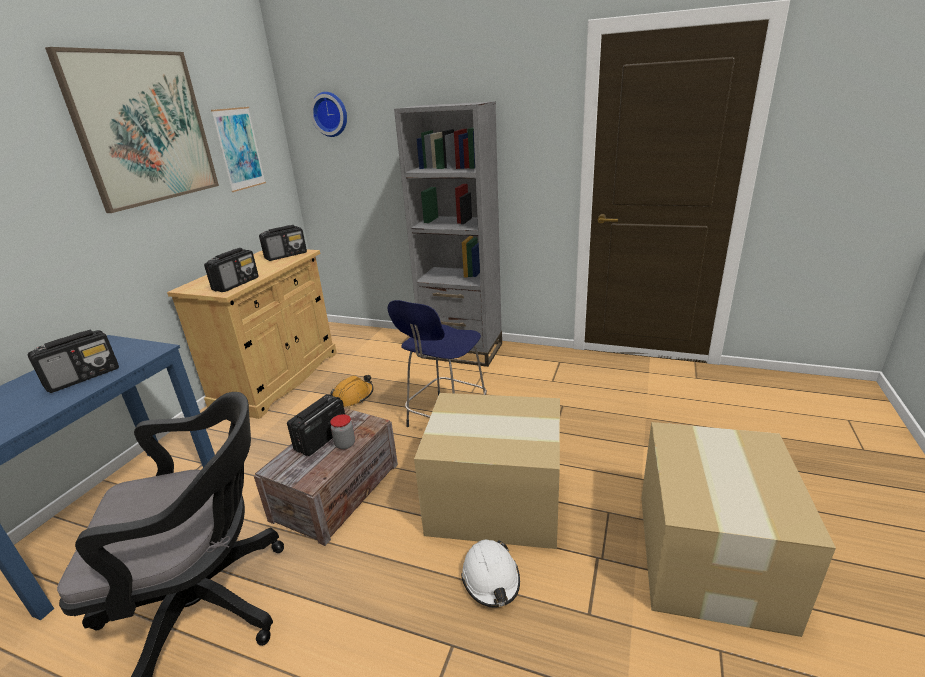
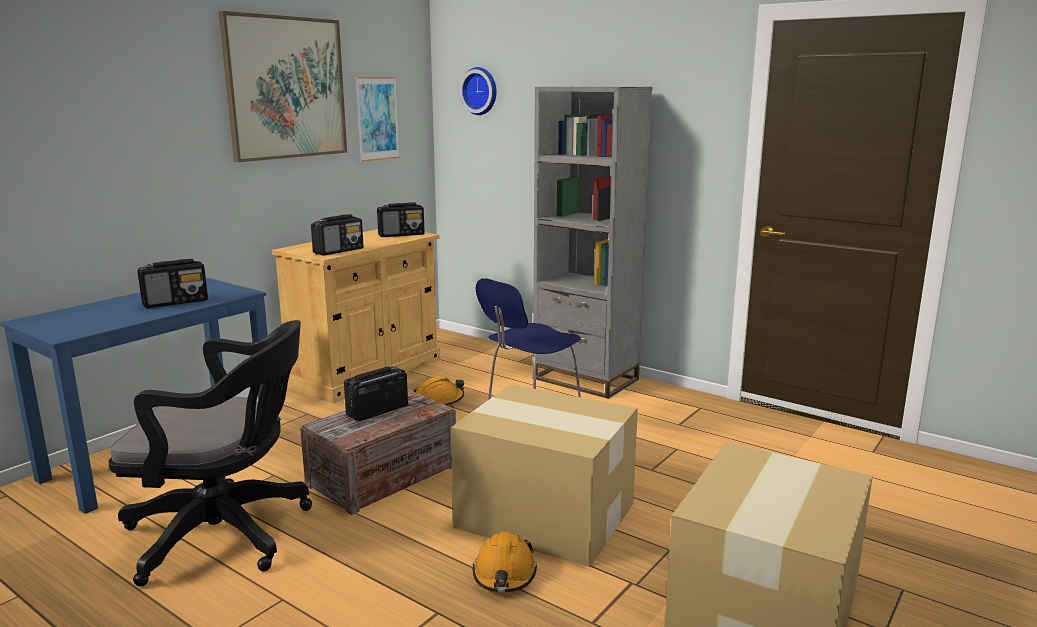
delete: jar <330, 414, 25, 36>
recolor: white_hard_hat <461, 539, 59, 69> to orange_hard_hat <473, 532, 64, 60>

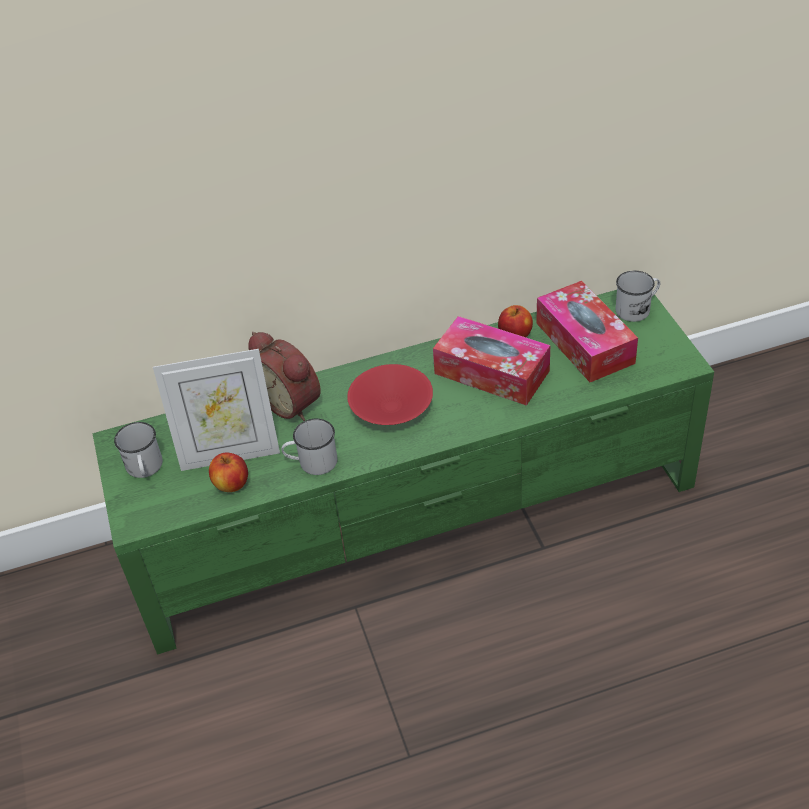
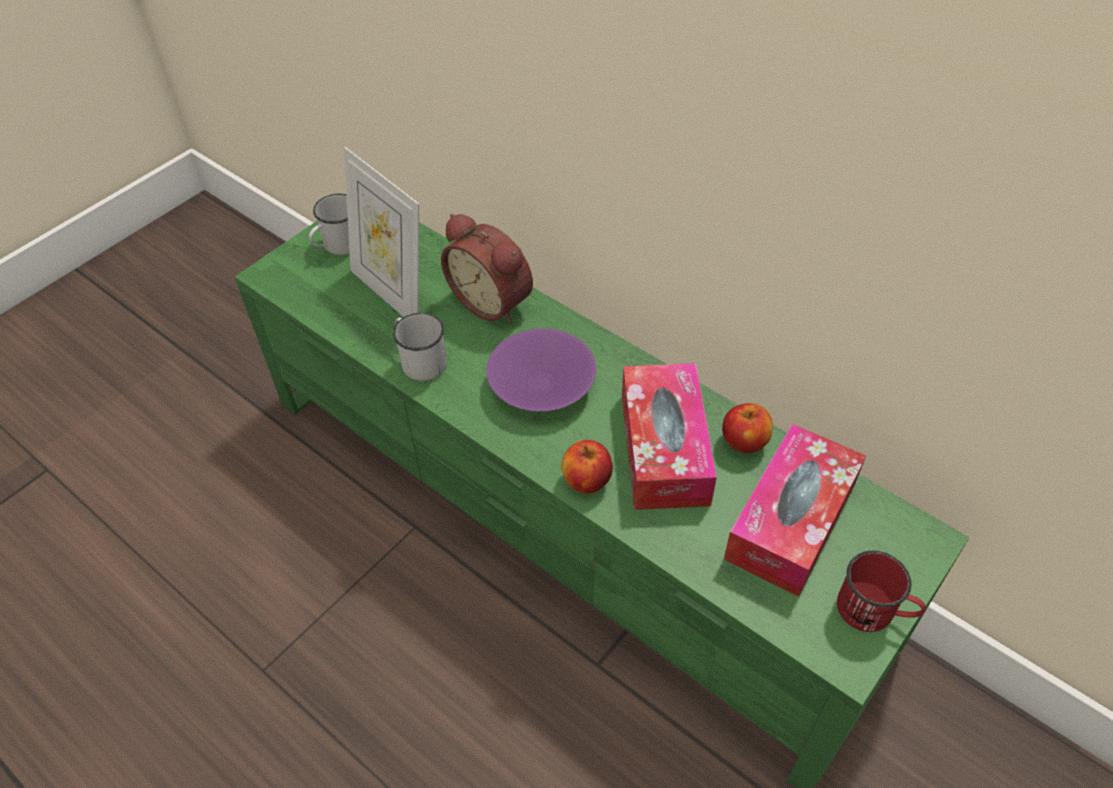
delete: white_mug <615, 271, 45, 51>
insert: red_mug <837, 551, 89, 81>
move: apple <209, 453, 39, 39> to <561, 440, 52, 54>
recolor: red_bowl <347, 364, 86, 61> to purple_bowl <486, 329, 110, 82>
rotate: alarm_clock <248, 332, 73, 89> = <441, 213, 92, 111> 60 degrees counterclockwise

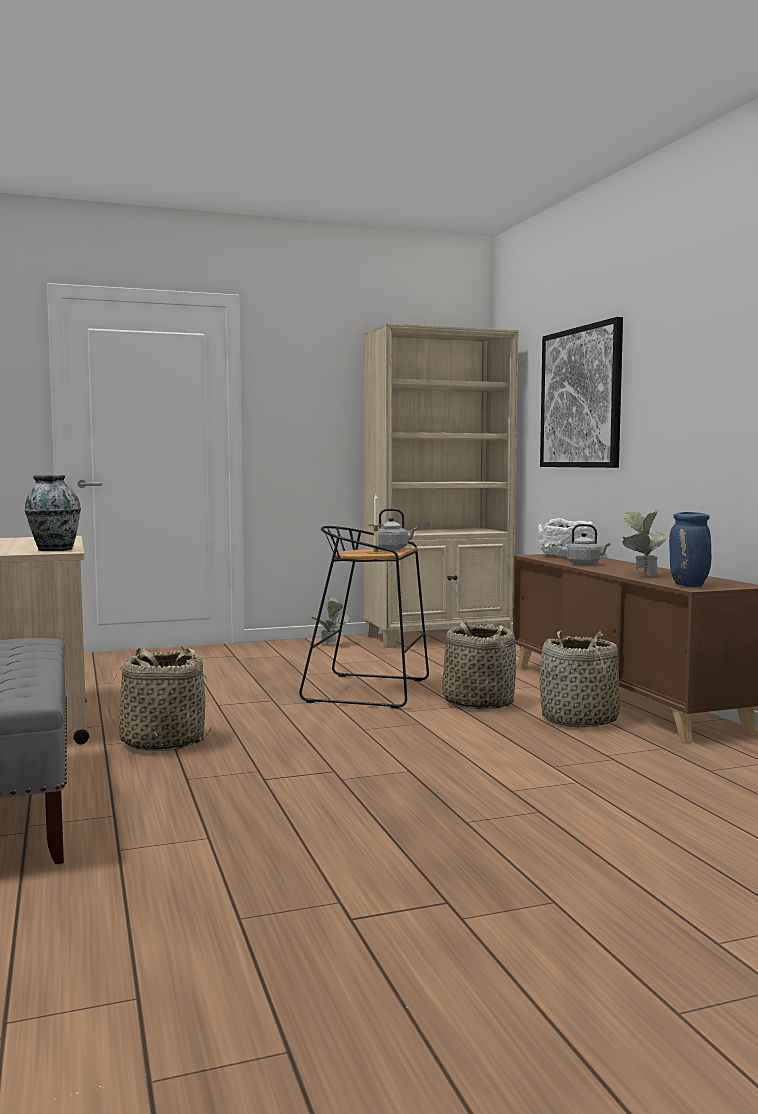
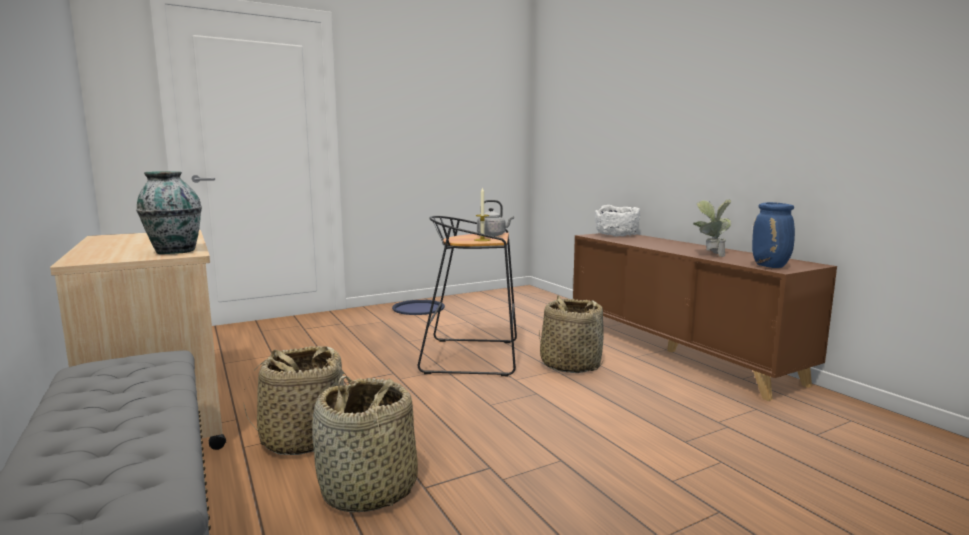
delete: beige_bookcase <363, 323, 156, 325>; picture <540, 317, 83, 151>; grey_kettle <567, 524, 43, 41>
move: basket <540, 631, 80, 96> to <312, 376, 106, 137>
replace: potted_plant <310, 596, 39, 49> to blue_tray <392, 300, 53, 15>

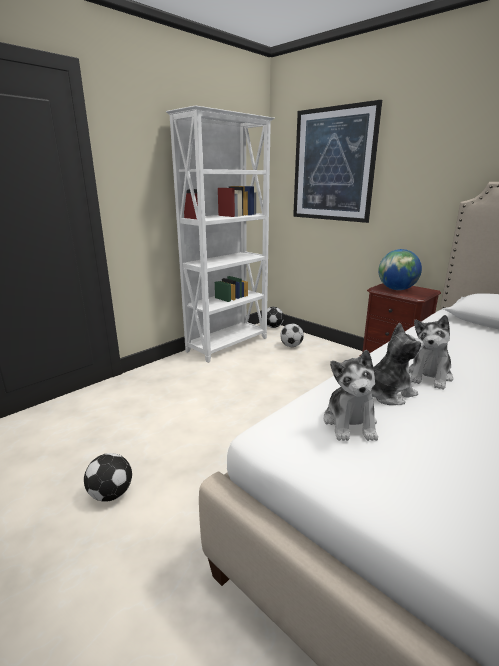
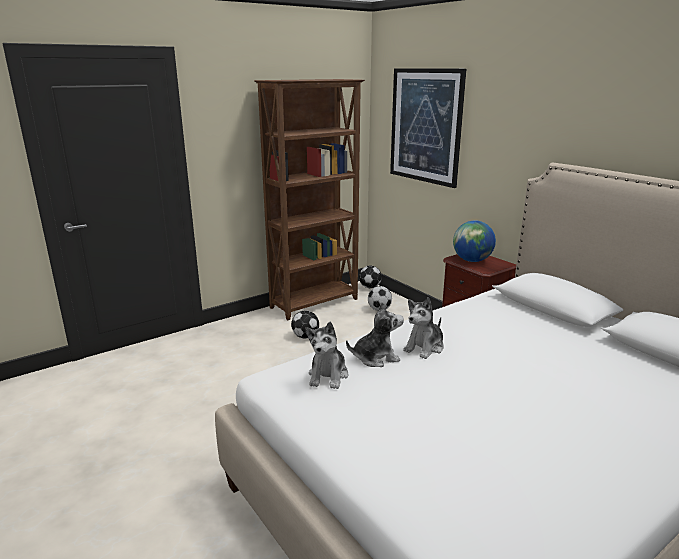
move: football <84, 453, 48, 49> to <291, 310, 28, 29>
recolor: white_bookcase <166, 105, 109, 258> to brown_bookcase <254, 79, 111, 241>

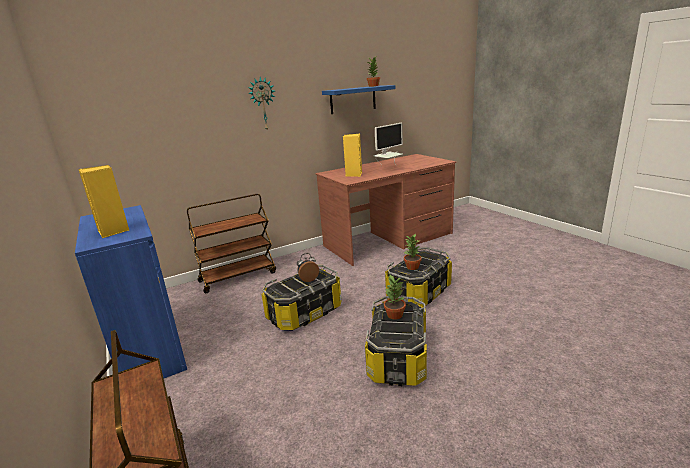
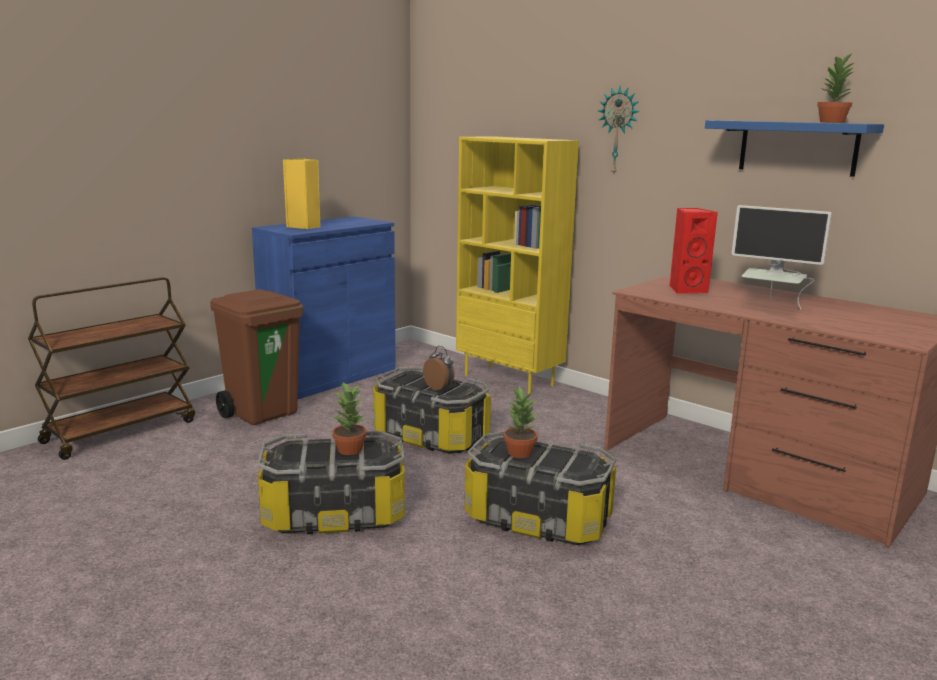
insert: brown_trash_can <210, 289, 93, 136>
replace: brown_cart <187, 194, 89, 99> to yellow_bookcase <456, 136, 123, 260>
recolor: yellow_speaker <343, 134, 19, 43> to red_speaker <669, 208, 49, 86>

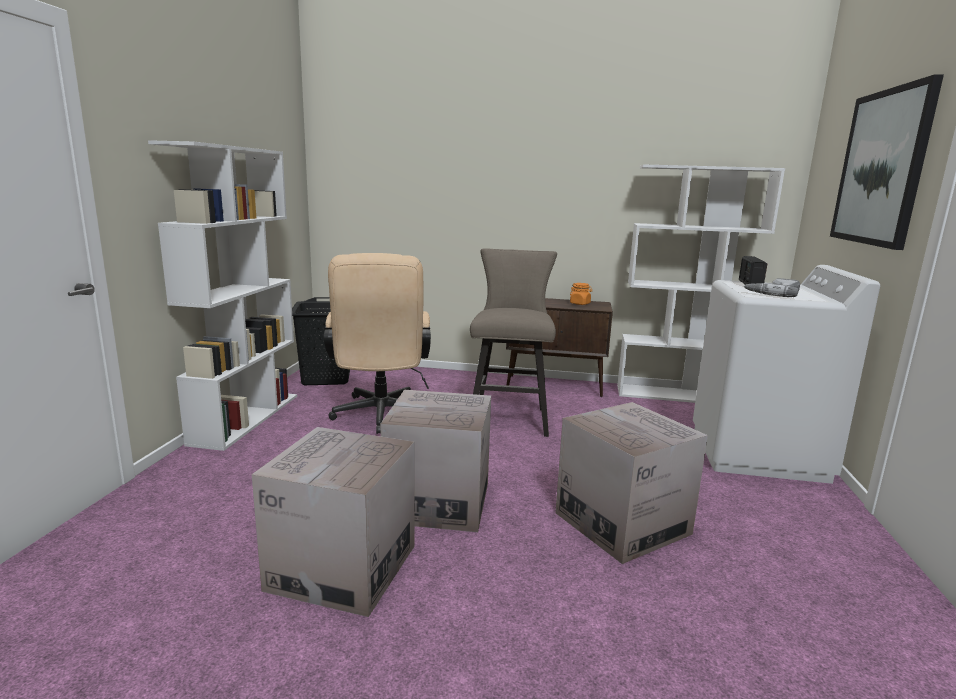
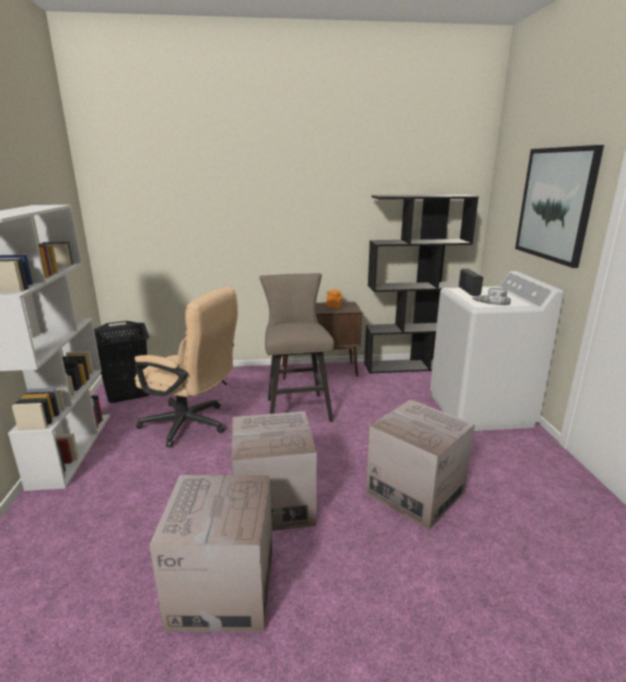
recolor: white_bookcase <617, 164, 168, 239> to black_bookcase <364, 195, 115, 179>
rotate: beige_office_chair <324, 253, 107, 181> = <134, 287, 104, 160> 45 degrees counterclockwise

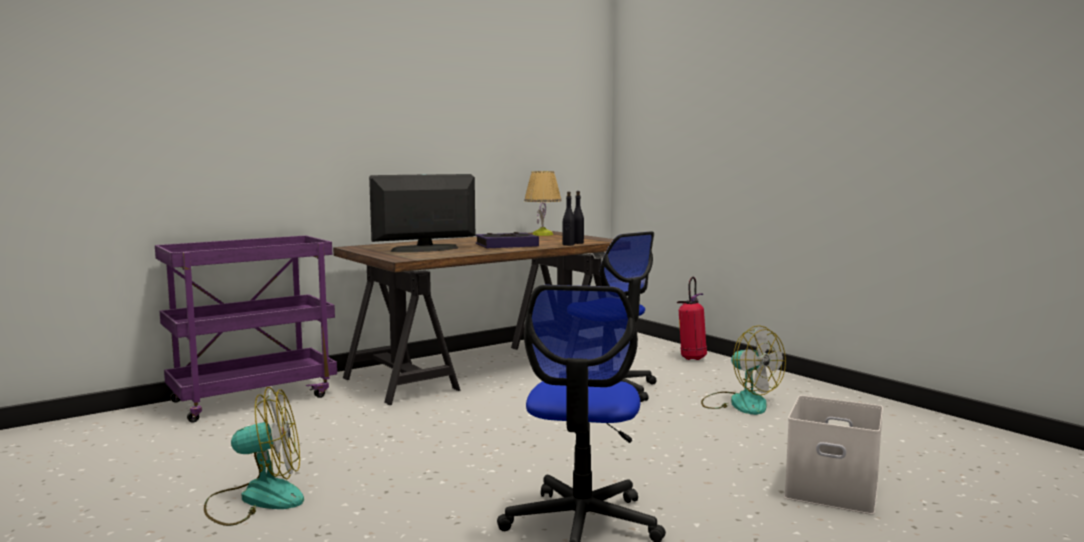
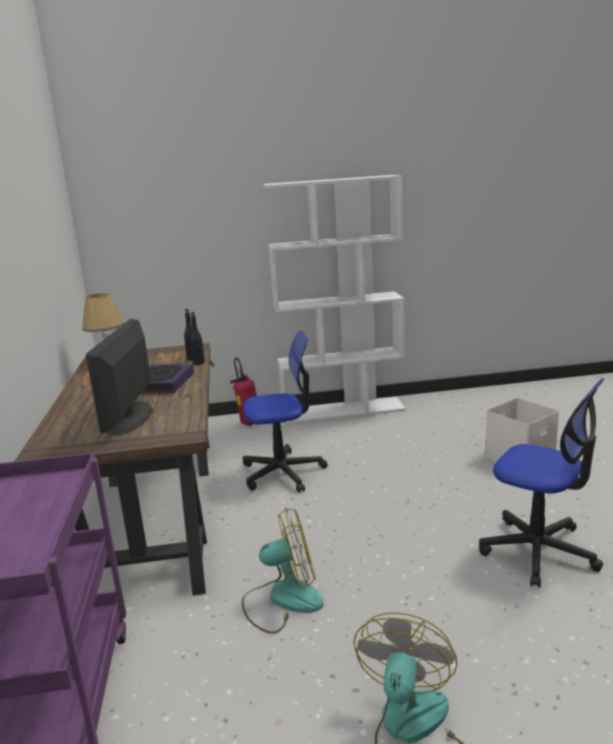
insert: white_bookcase <263, 175, 143, 249>
move: fan <701, 325, 85, 90> to <242, 508, 82, 126>

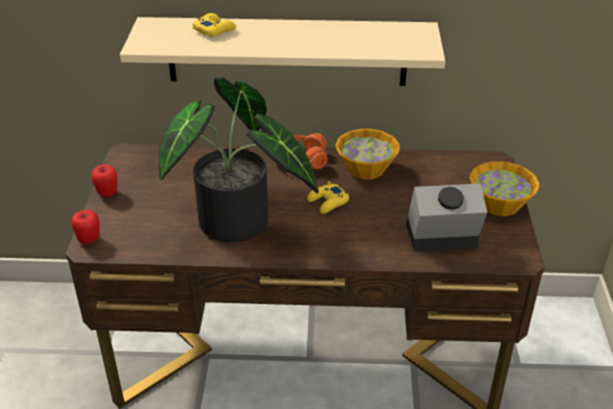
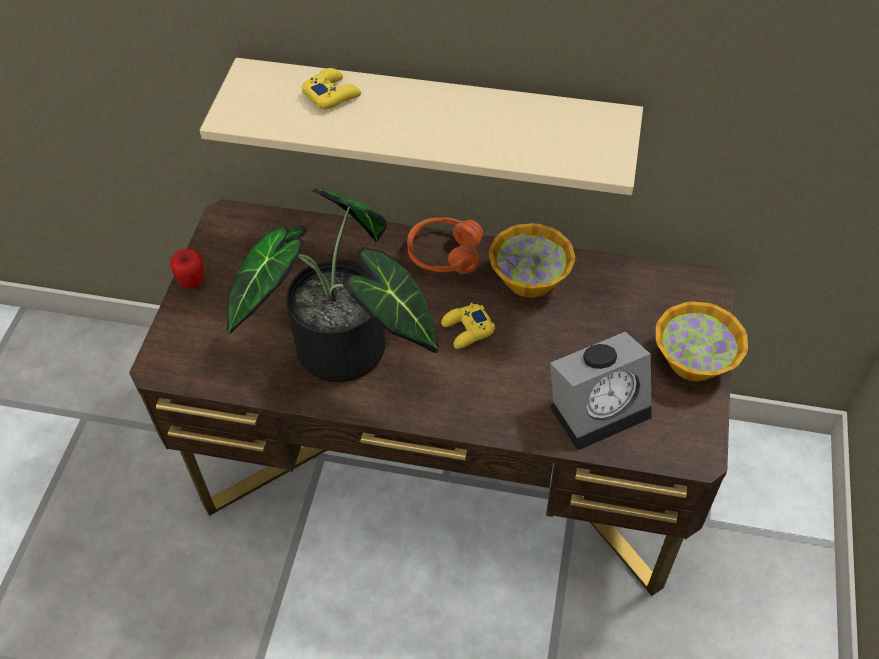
delete: apple <71, 210, 29, 34>
rotate: alarm_clock <406, 184, 81, 67> = <550, 332, 102, 118> 150 degrees clockwise

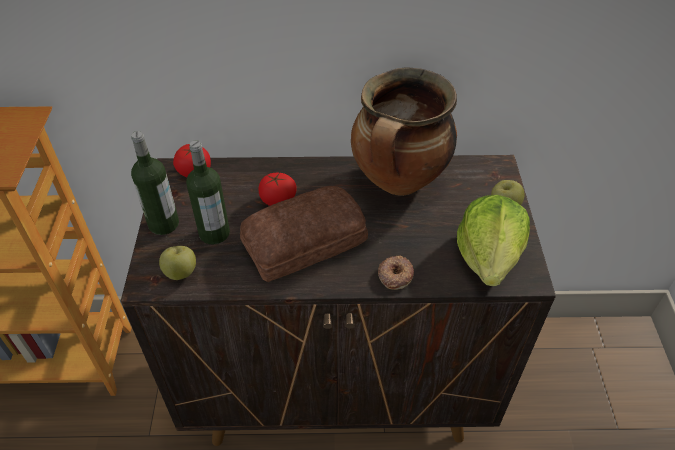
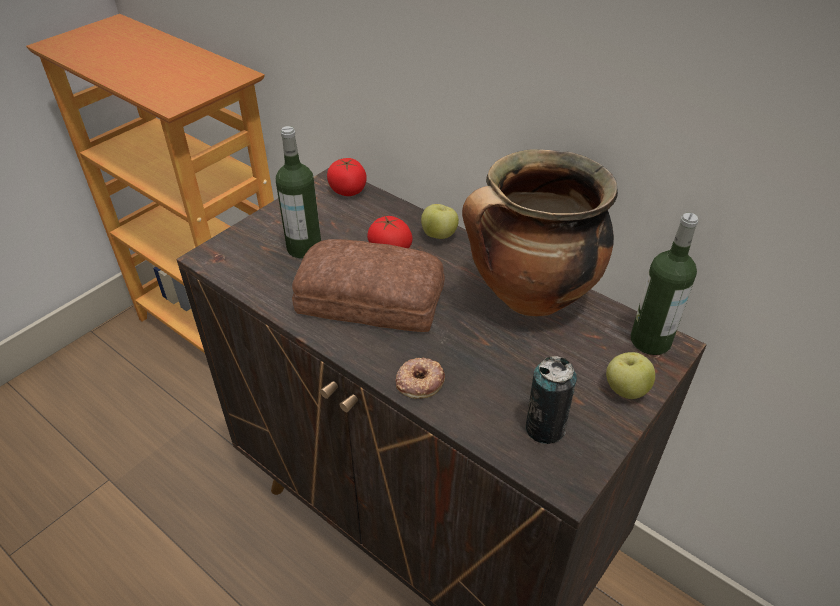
move: apple <159, 246, 37, 34> to <421, 204, 38, 35>; bottle <131, 131, 48, 104> to <631, 213, 67, 142>
replace: lettuce <457, 195, 73, 91> to can <525, 356, 52, 88>

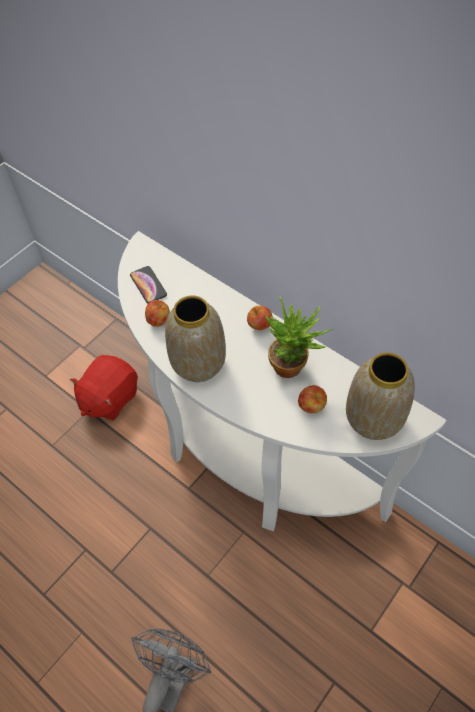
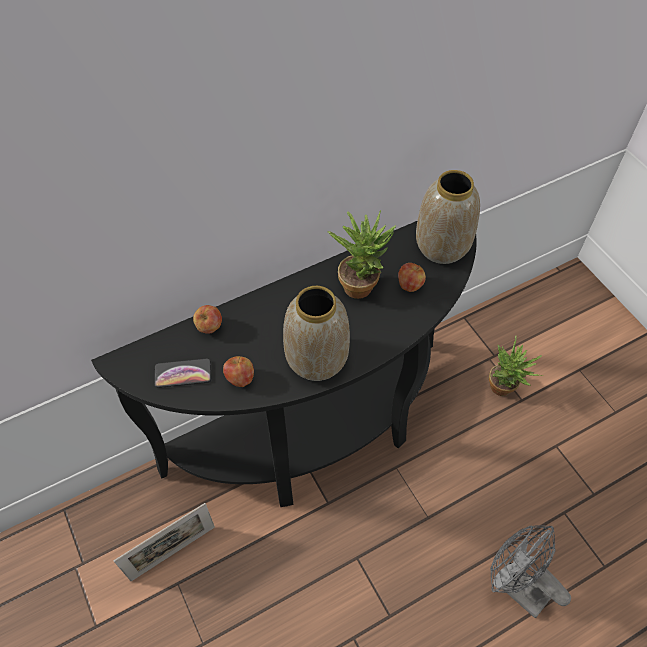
insert: potted_plant <489, 336, 54, 60>
move: apple <247, 306, 26, 24> to <193, 305, 29, 29>
replace: red_plush_toy <70, 355, 68, 66> to picture_frame <114, 503, 101, 78>
recolor: white_console_table <118, 231, 329, 300> to black_console_table <91, 221, 386, 286>

